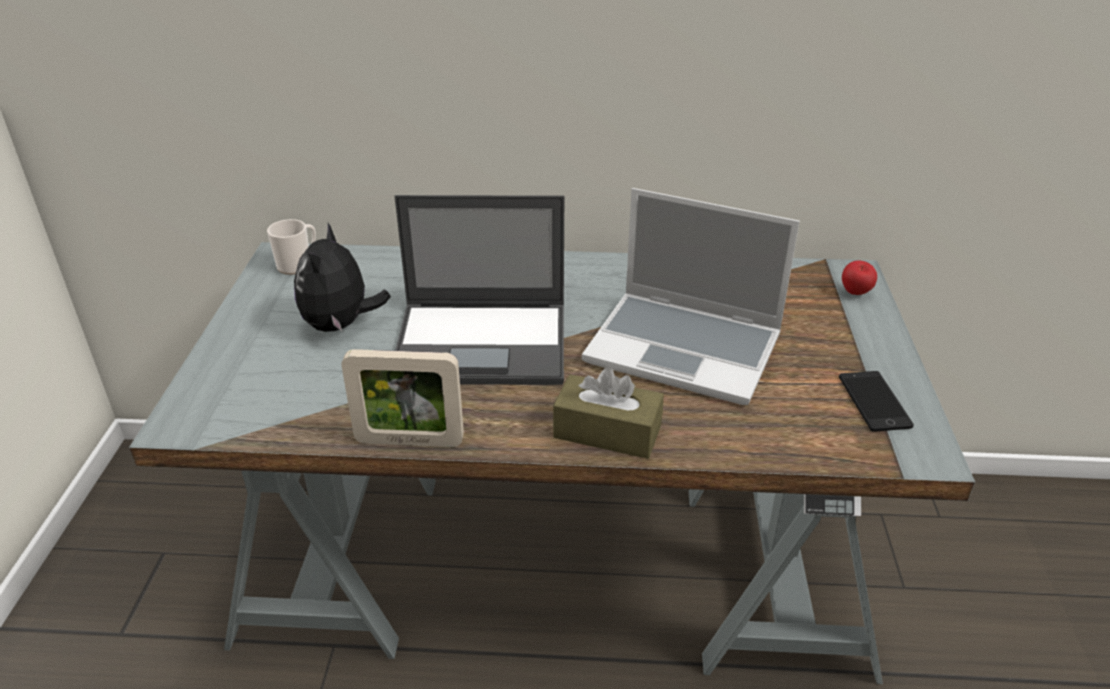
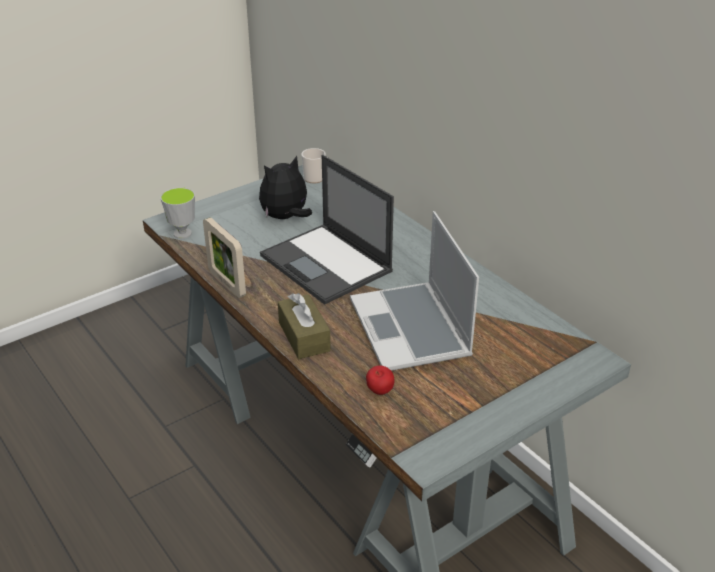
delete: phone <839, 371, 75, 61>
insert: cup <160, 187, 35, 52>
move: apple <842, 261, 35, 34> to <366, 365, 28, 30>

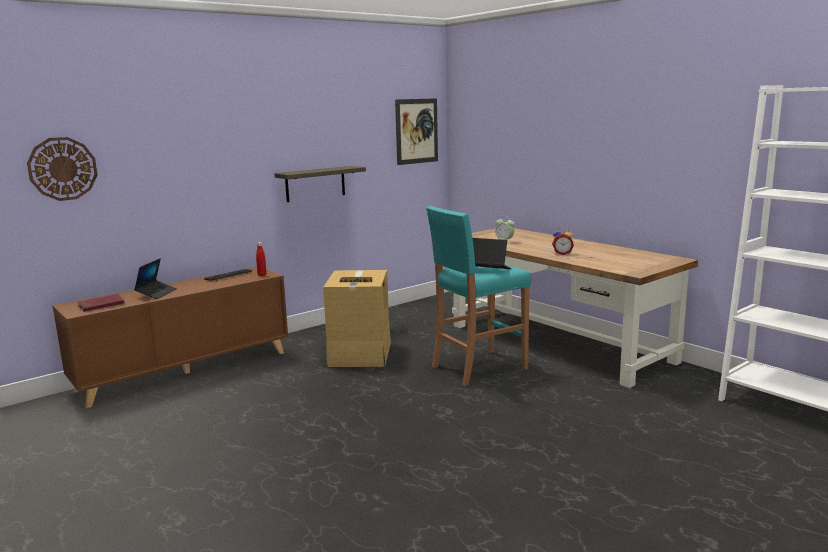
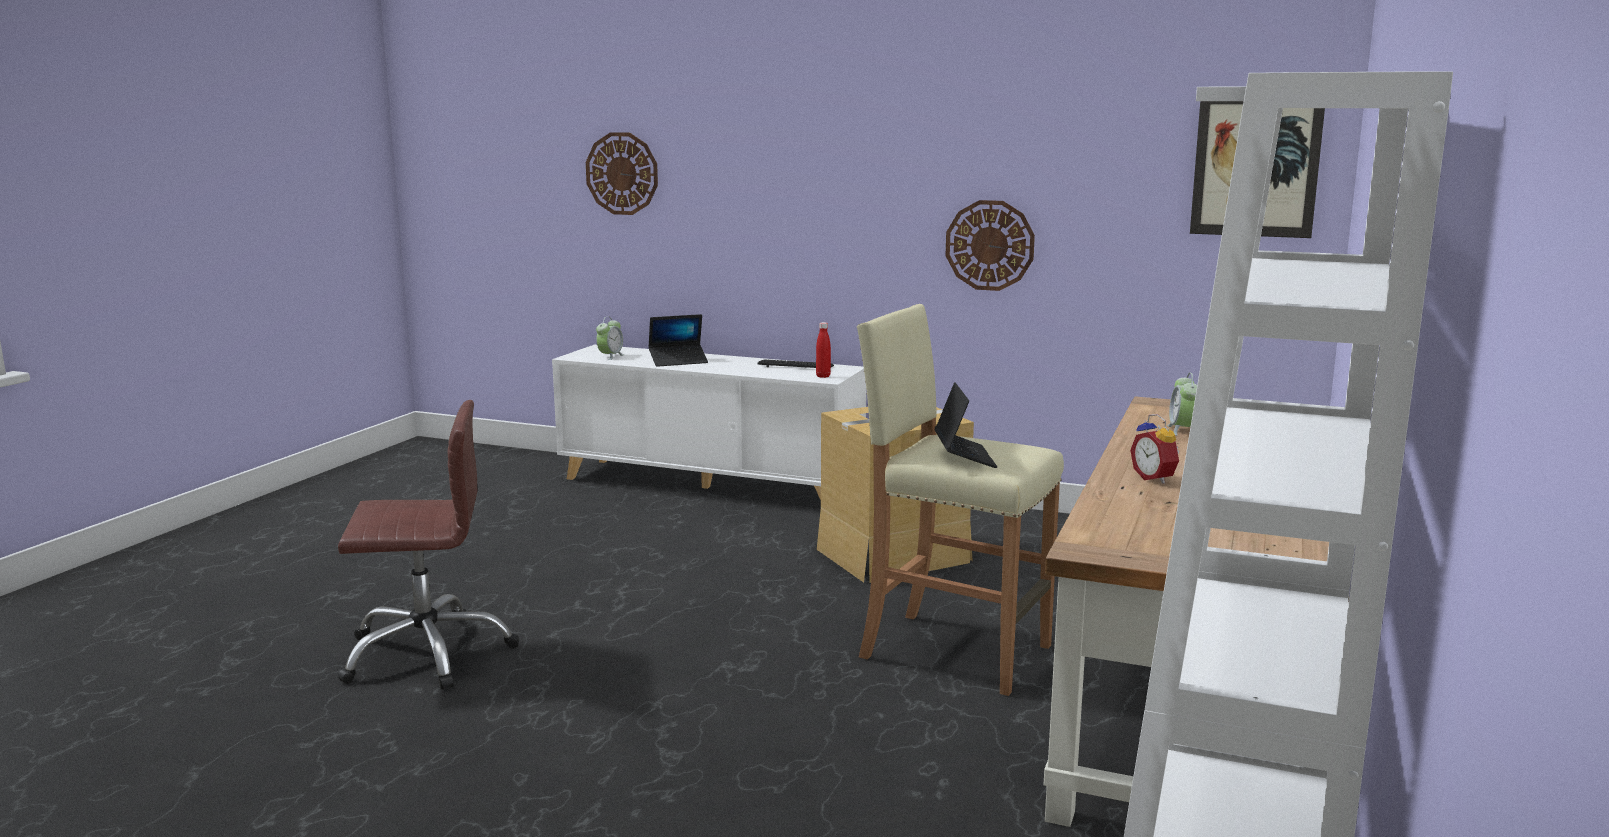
insert: brown_office_chair <338, 400, 181, 290>
replace: red_book <78, 294, 47, 18> to alarm_clock <596, 316, 27, 44>; shelf <274, 166, 92, 36> to wall_clock <946, 200, 89, 91>
recolor: brown_cabinet <52, 267, 236, 141> to white_cabinet <552, 345, 314, 155>; turquoise_stool <426, 206, 105, 180> to beige_stool <857, 304, 207, 392>

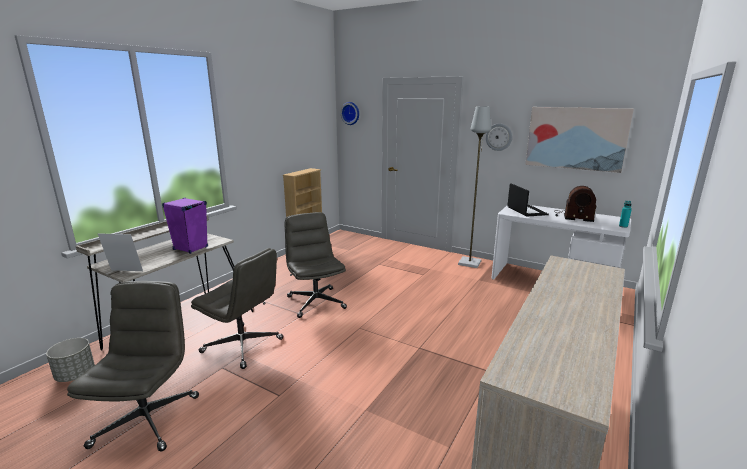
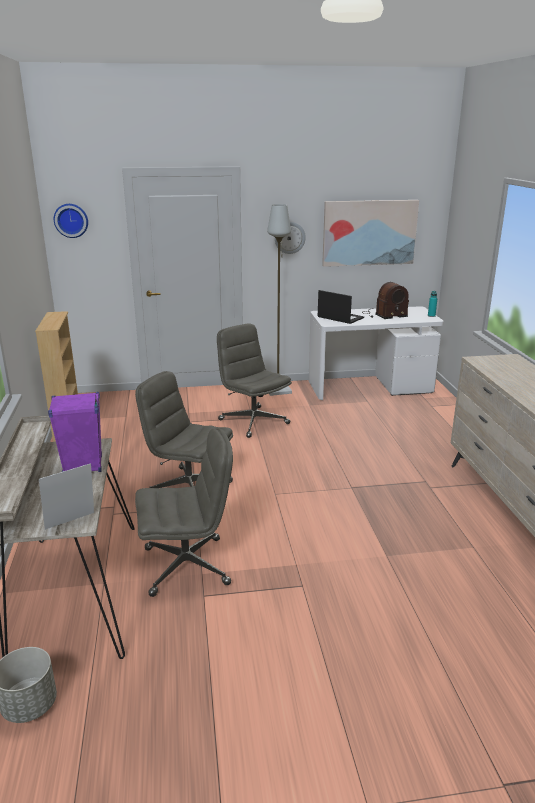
move: grey_office_chair <67, 281, 132, 170> to <217, 323, 75, 115>

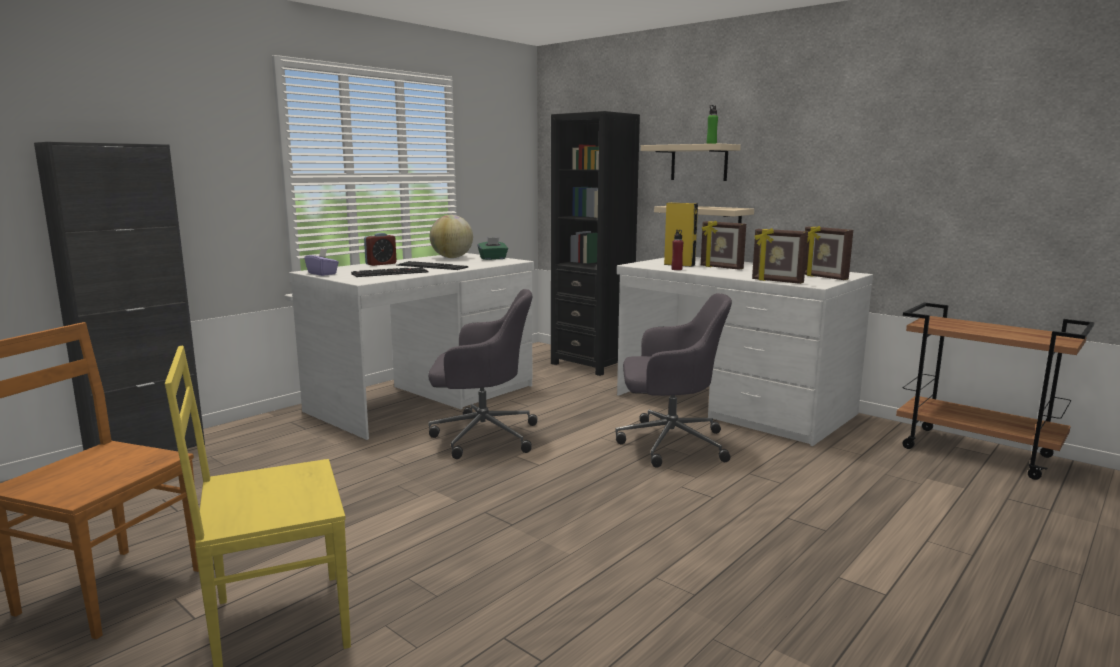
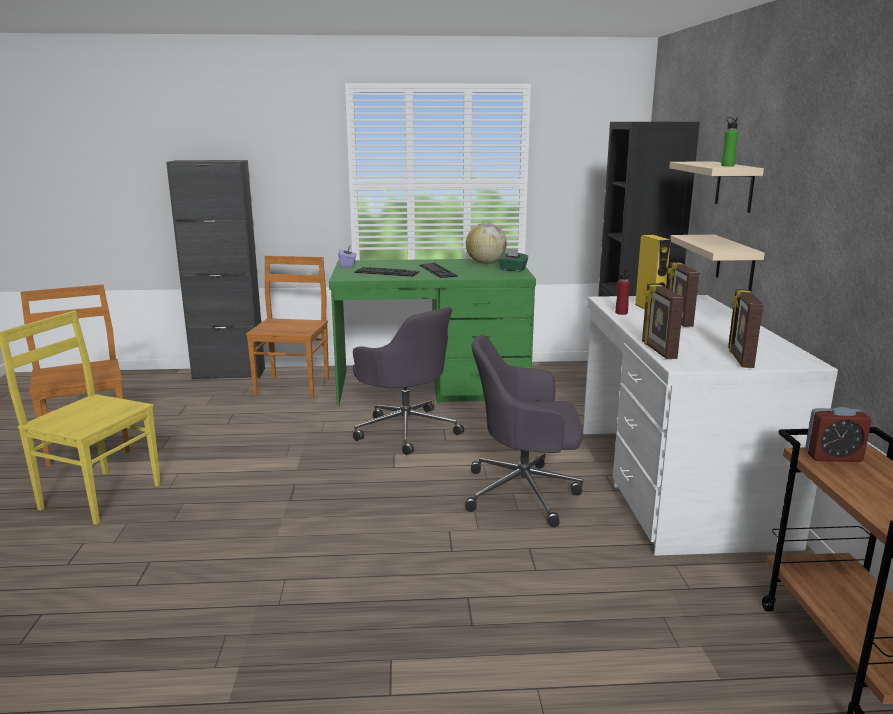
insert: brown_chair <246, 256, 83, 143>
move: alarm_clock <364, 233, 33, 33> to <805, 407, 66, 55>
recolor: white_desk <289, 253, 245, 187> to green_desk <329, 259, 207, 147>
rotate: grey_office_chair <615, 293, 117, 175> = <466, 335, 117, 192> 135 degrees clockwise

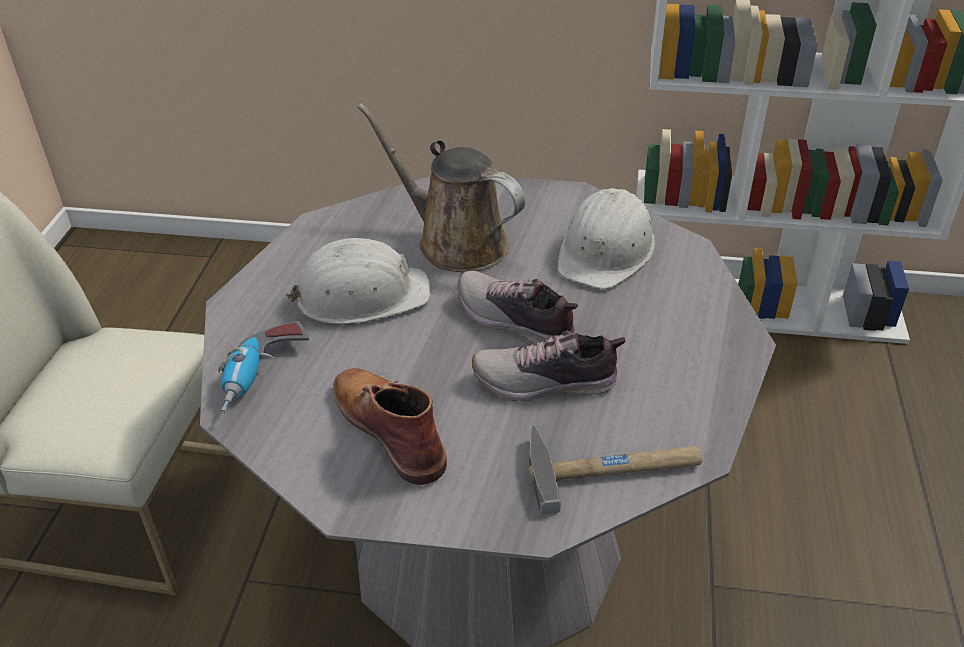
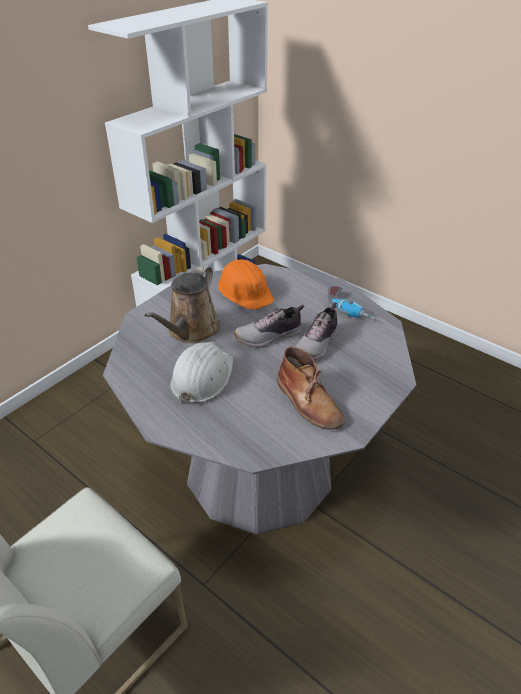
delete: hammer <529, 425, 173, 89>
move: power_drill <219, 321, 90, 92> to <328, 286, 47, 33>
recolor: white_hard_hat <557, 188, 98, 101> to orange_hard_hat <218, 259, 56, 51>
rotate: brown_watering_can <357, 103, 168, 169> = <144, 265, 76, 78> 45 degrees counterclockwise; brown_boot <333, 368, 114, 117> = <277, 346, 68, 84> 120 degrees counterclockwise

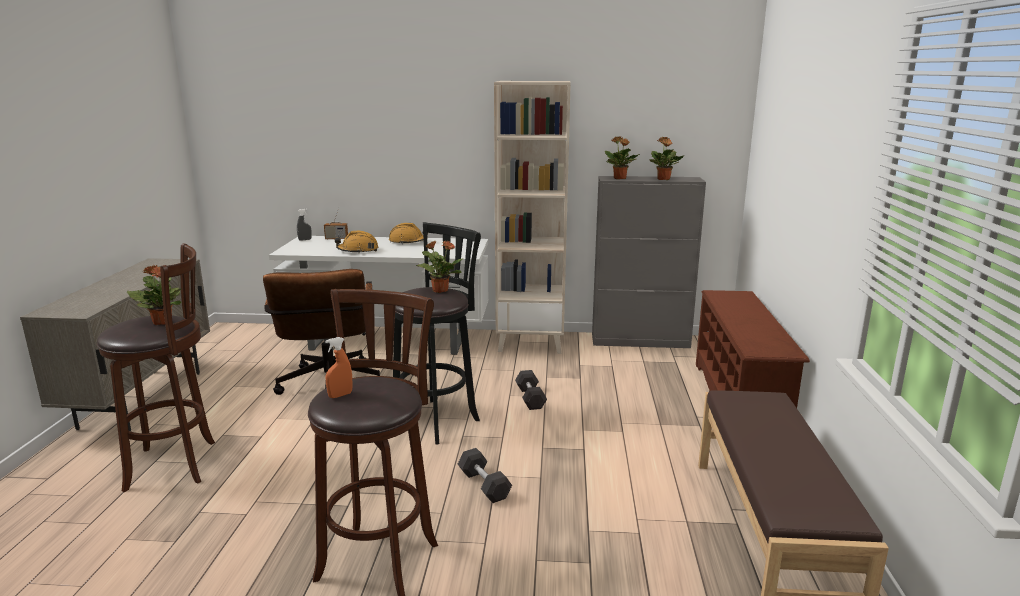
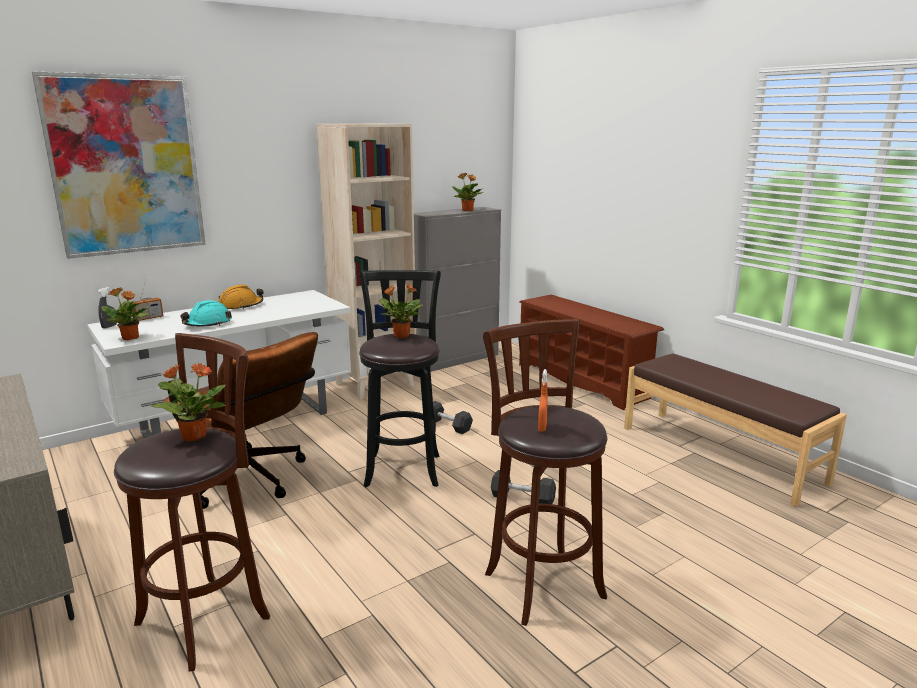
insert: picture <32, 71, 174, 188>
move: potted_plant <605, 136, 35, 43> to <102, 288, 48, 52>
recolor: orange_hard_hat <335, 231, 43, 23> to turquoise_hard_hat <180, 300, 52, 27>

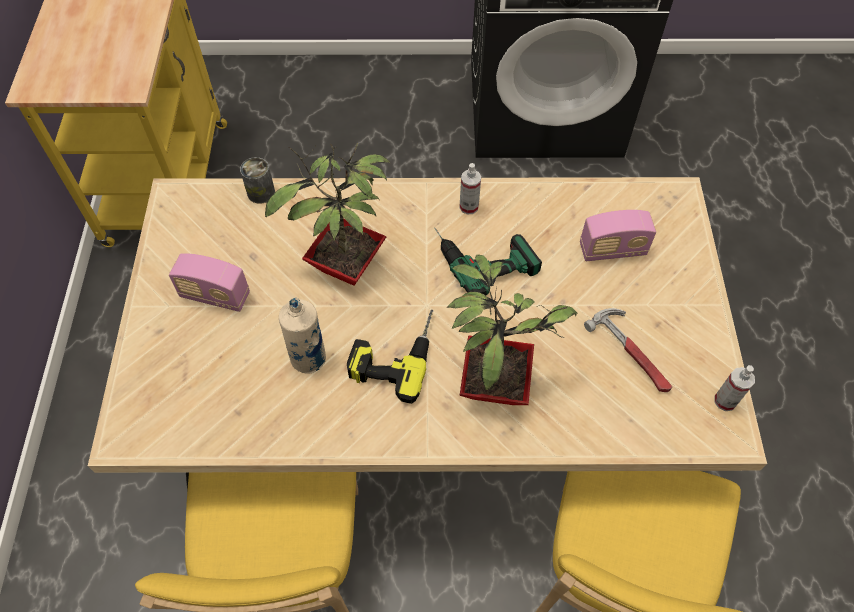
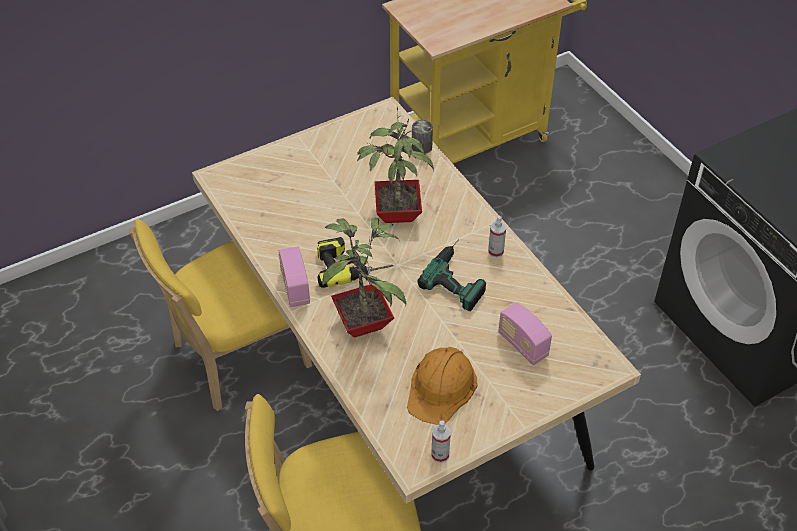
delete: beige_bottle <279, 298, 47, 76>
move: radio <169, 253, 81, 59> to <279, 246, 31, 61>
replace: hammer <584, 308, 88, 84> to orange_hard_hat <407, 347, 71, 78>

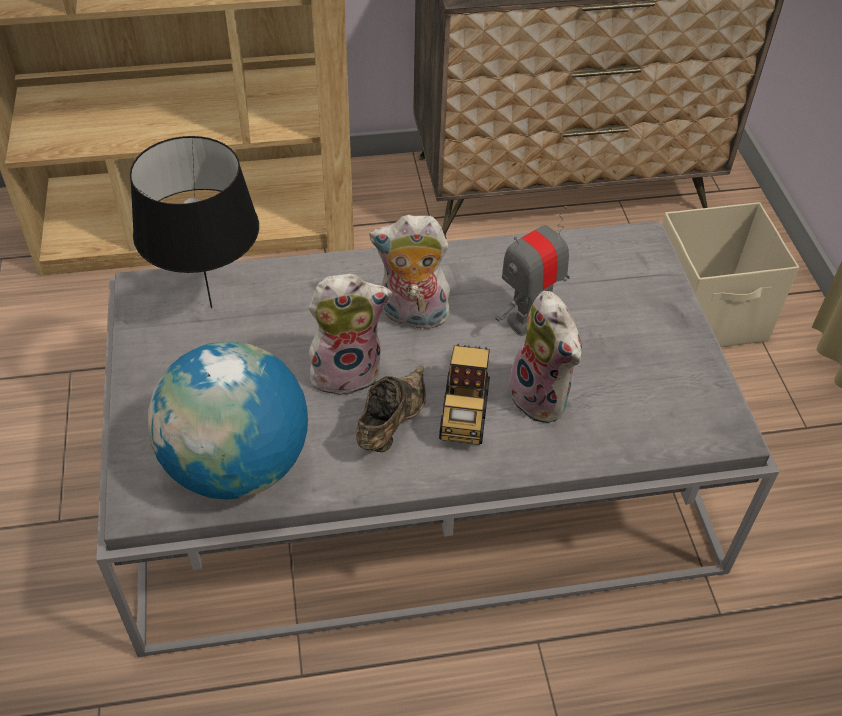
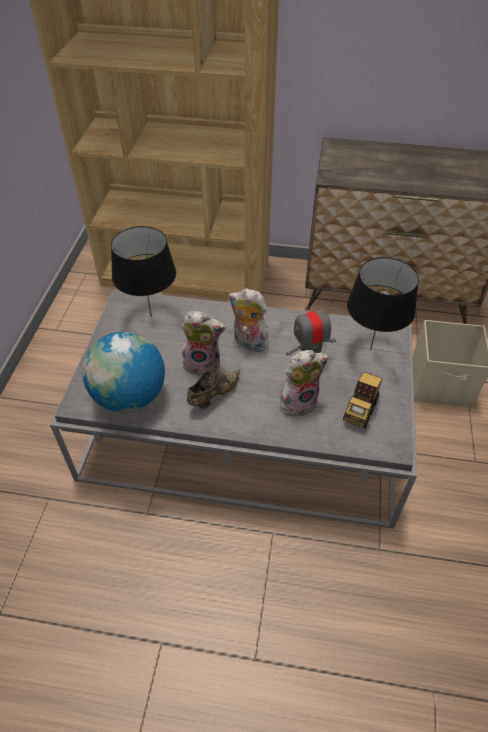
insert: black_table_lamp <347, 257, 72, 93>
move: toy_truck <439, 344, 51, 101> to <343, 372, 39, 56>
rotate: plush_toy <507, 291, 75, 132> = <280, 350, 49, 67> 105 degrees counterclockwise

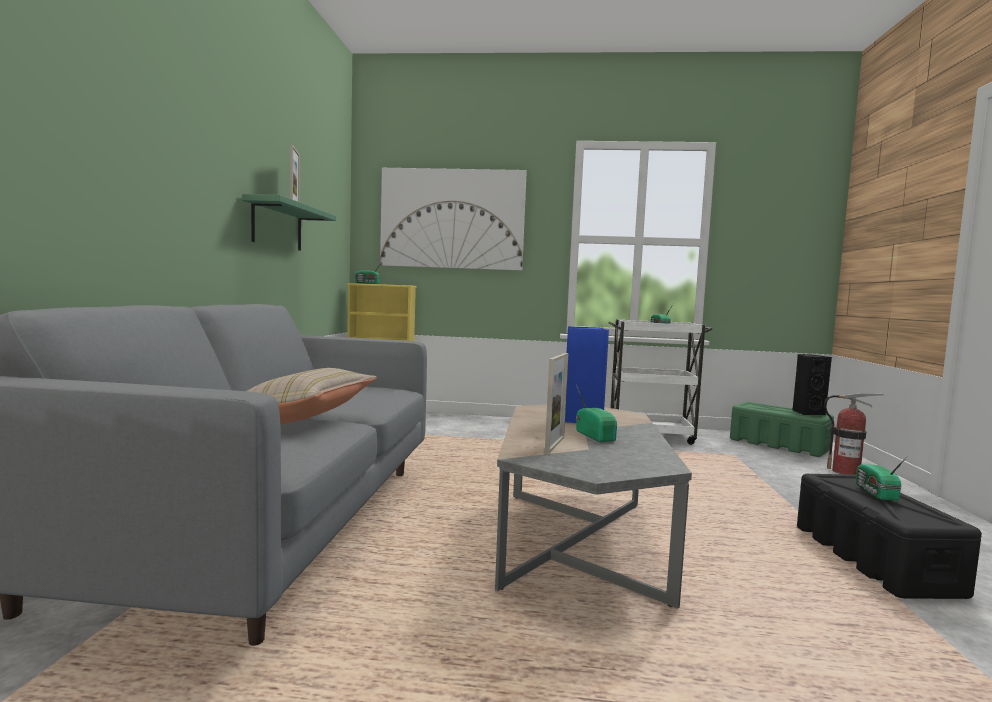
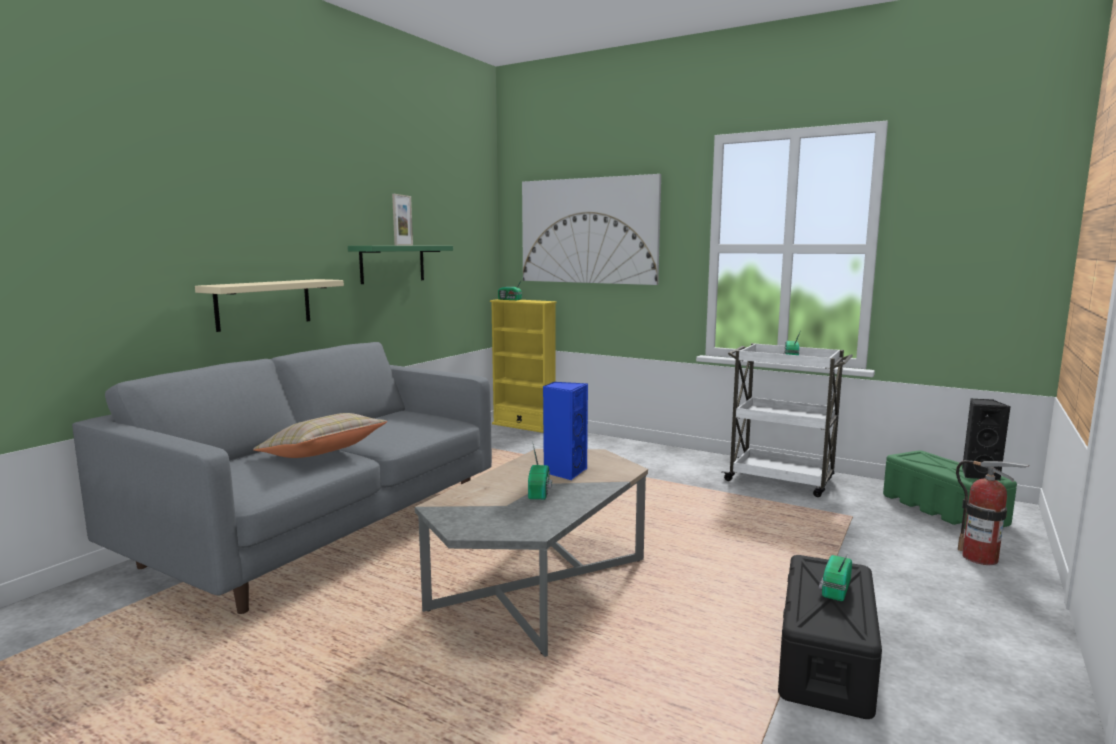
delete: picture_frame <545, 353, 23, 101>
insert: beige_shelf <195, 279, 149, 53>

